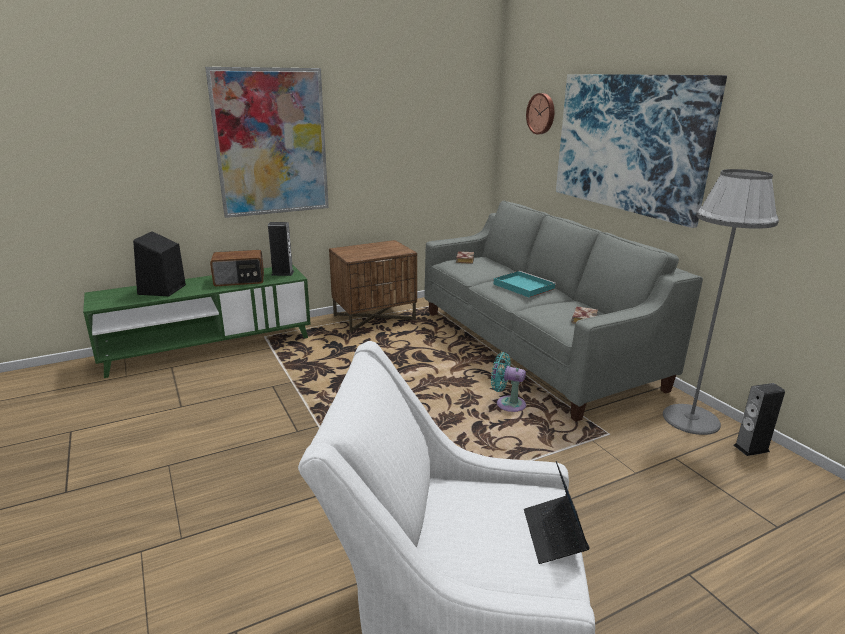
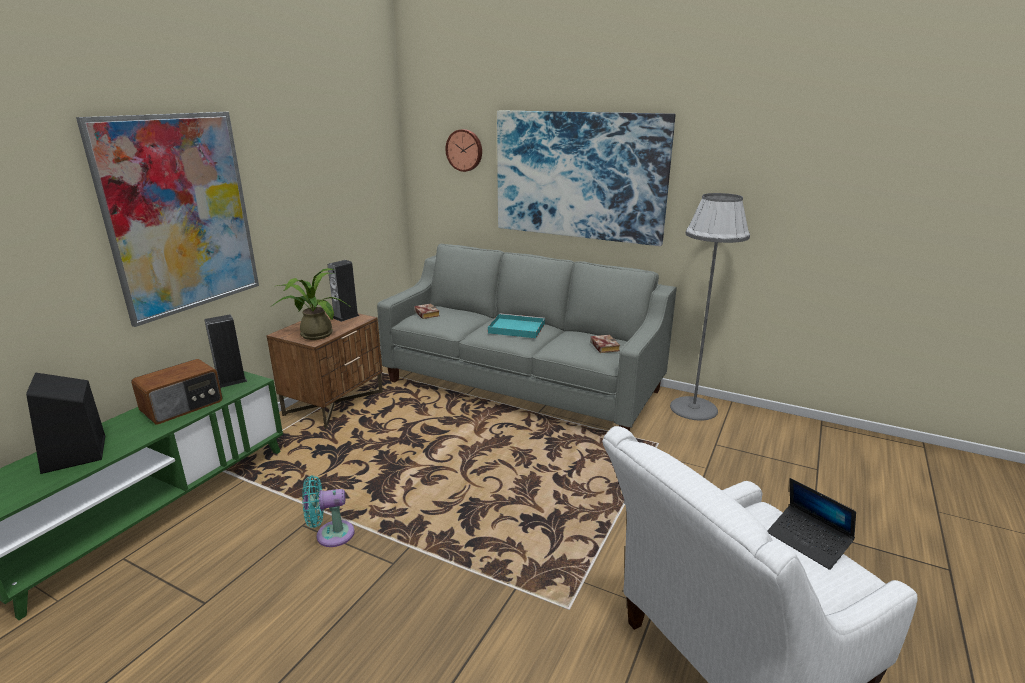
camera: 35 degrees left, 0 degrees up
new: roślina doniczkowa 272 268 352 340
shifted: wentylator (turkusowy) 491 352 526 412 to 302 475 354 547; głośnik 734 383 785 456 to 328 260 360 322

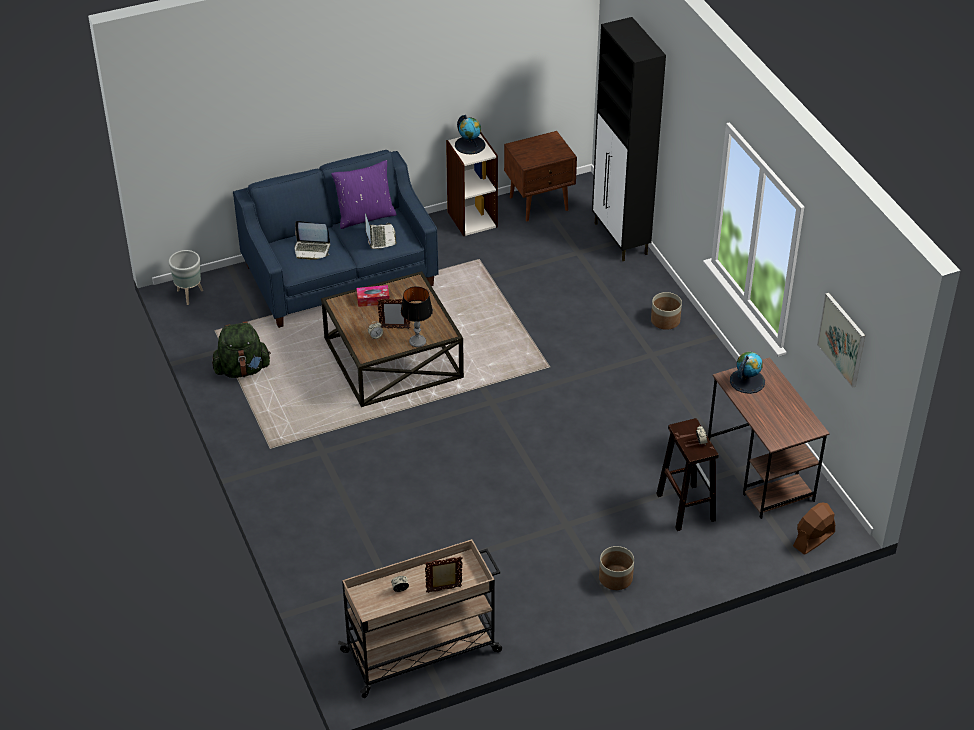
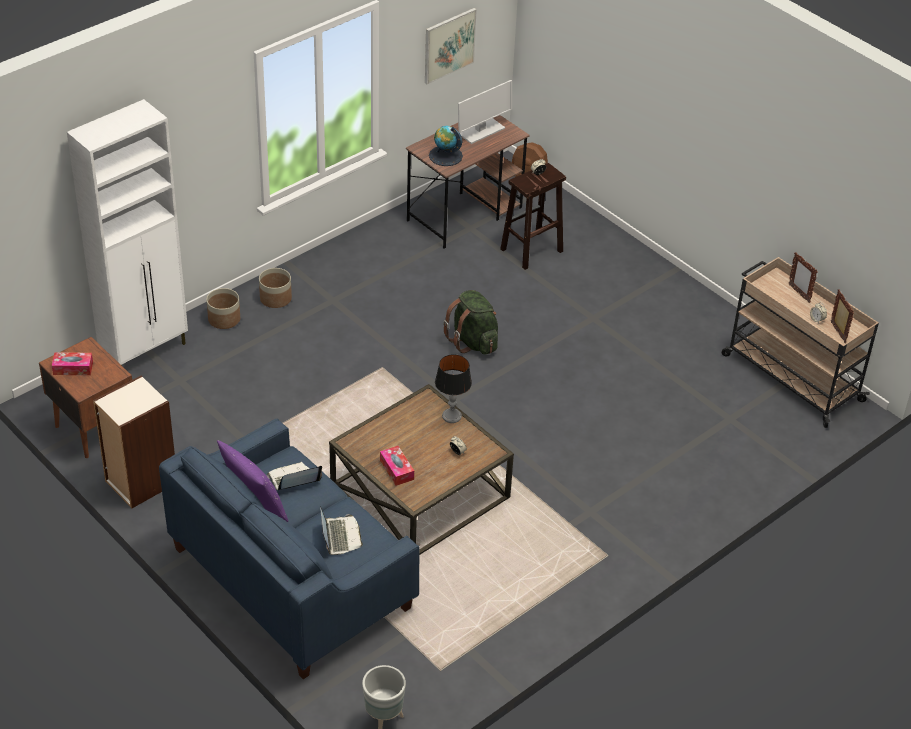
camera: 110 degrees left, 0 degrees up
gone: globus 455 115 485 154
new: pudełko chusteczek 52 352 93 375; monitor 458 80 512 144
shifted: plecak (zielony) 212 321 271 378 to 443 290 498 355; ramka na zdjęcie 377 298 410 329 to 831 289 854 343; donica 599 546 634 590 to 206 288 240 329
repainted: szafka (czarny) 592 17 666 261 to szafka (biały) 67 99 188 365

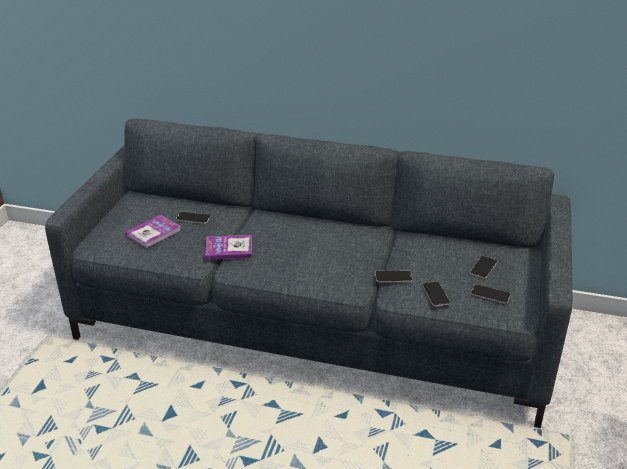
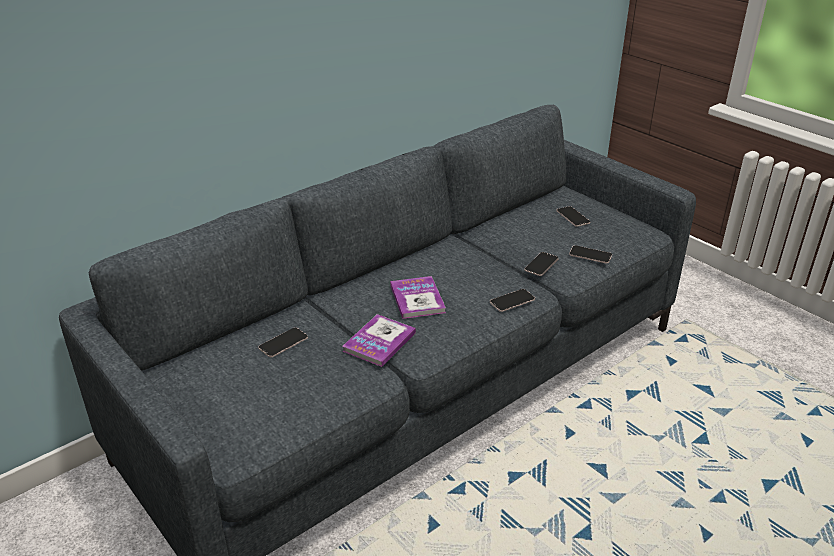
camera: 55 degrees left, 0 degrees up
shifted: książka 125 215 181 248 to 390 276 446 319; telefon 471 284 511 304 to 490 289 535 312

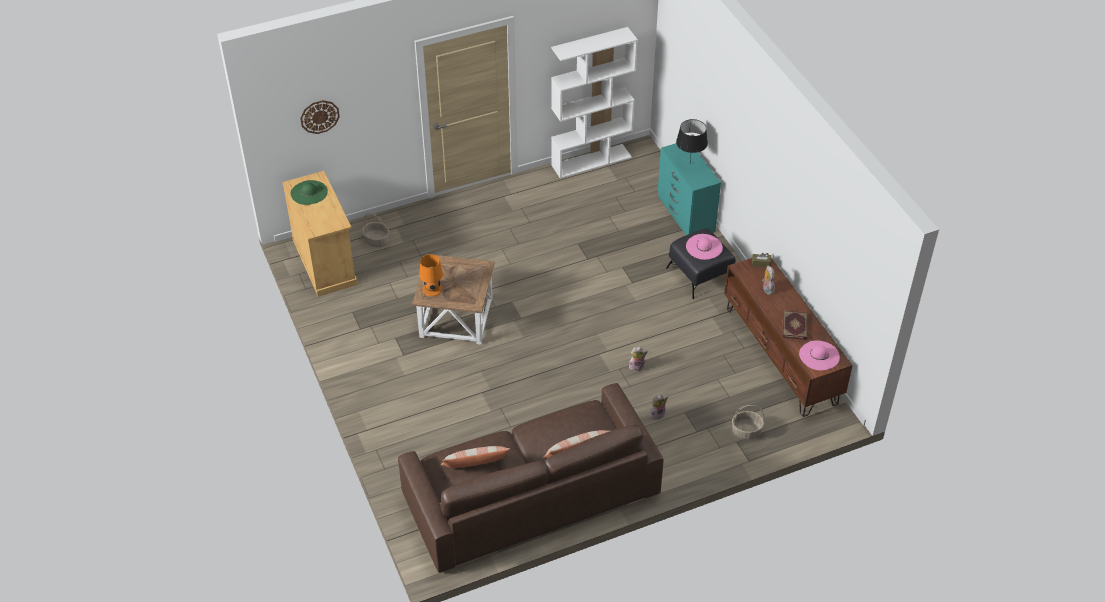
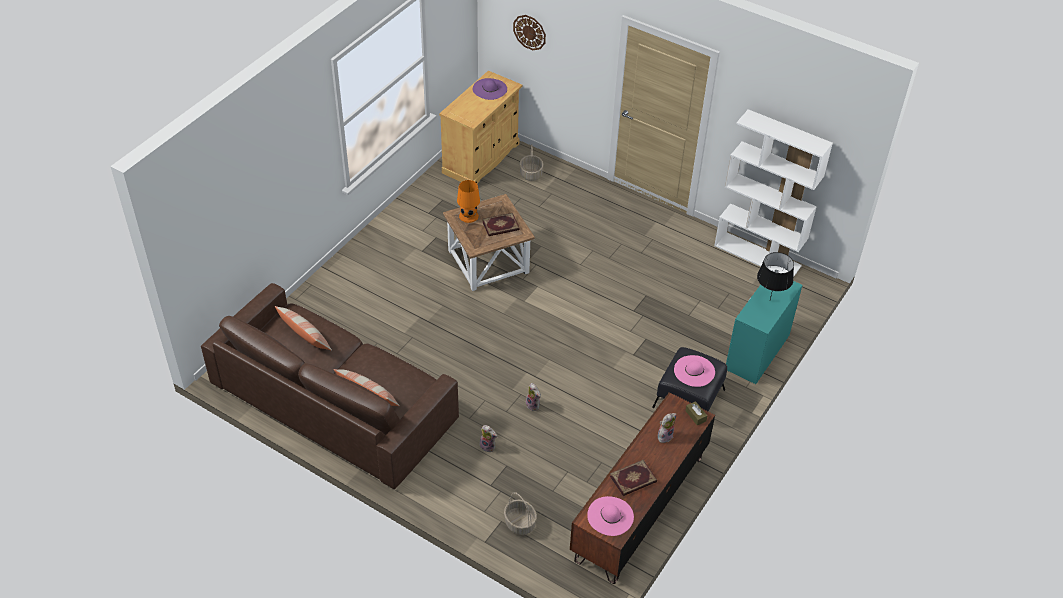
camera: 55 degrees right, 0 degrees up
new: książka 482 213 520 236
repainted: kapelusz (zielony) 291 180 328 205 to kapelusz (fioletowy) 473 78 507 100

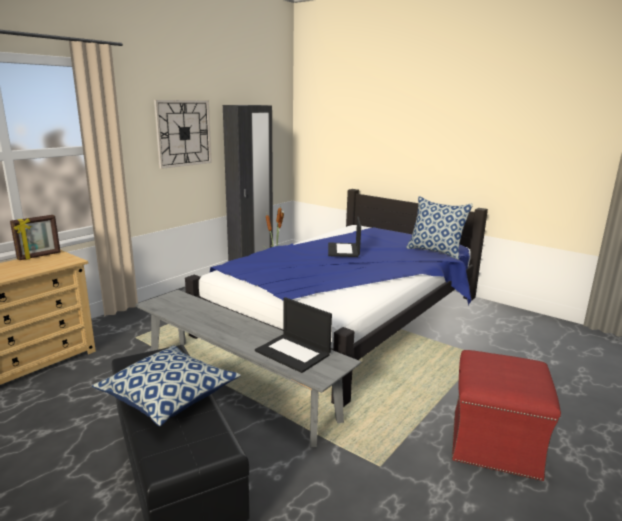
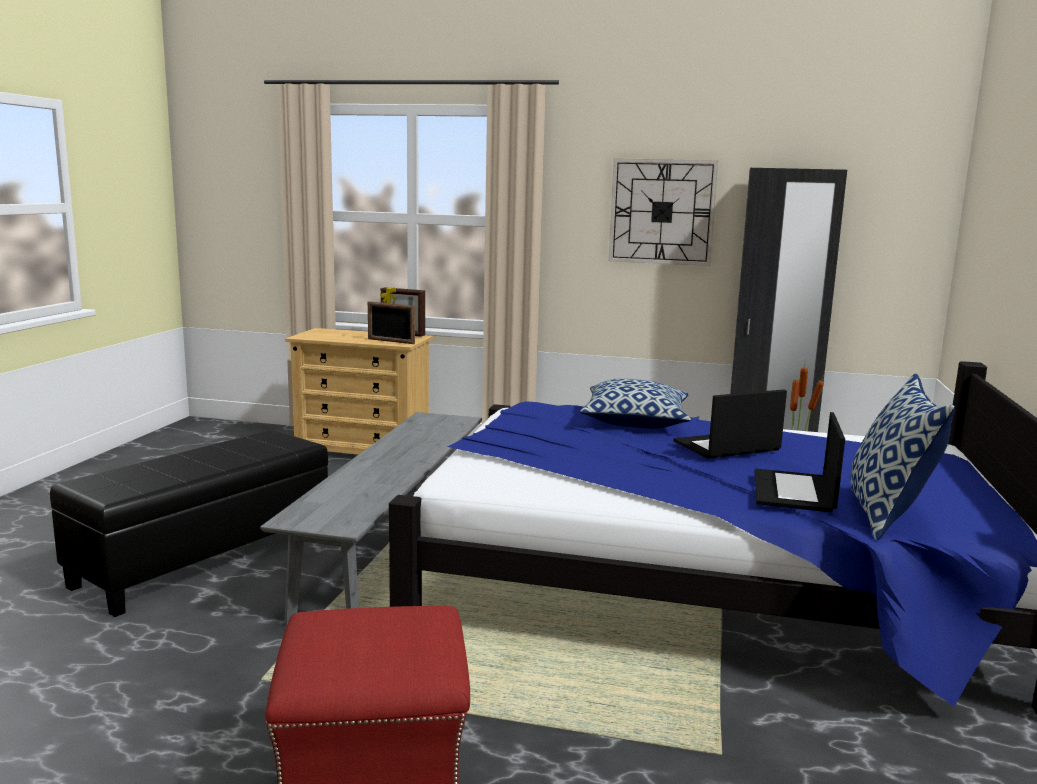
camera: 65 degrees right, 5 degrees down
new: ramka na zdjęcie 368 301 415 344
shifted: poduszka 92 346 241 426 to 580 379 691 429; laptop 255 297 332 373 to 754 412 845 512

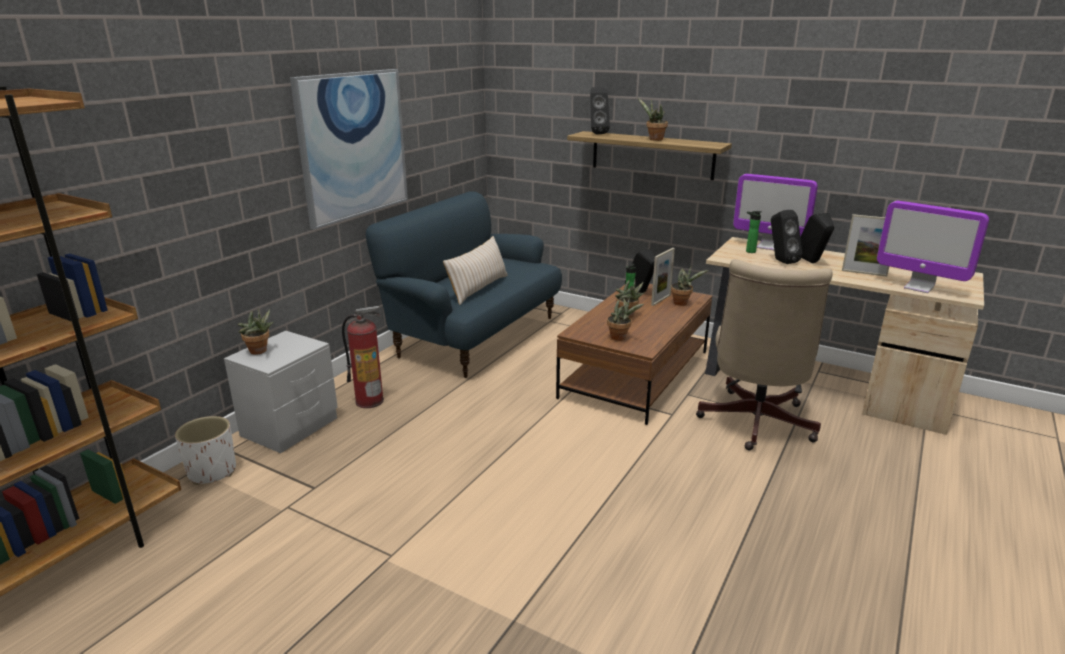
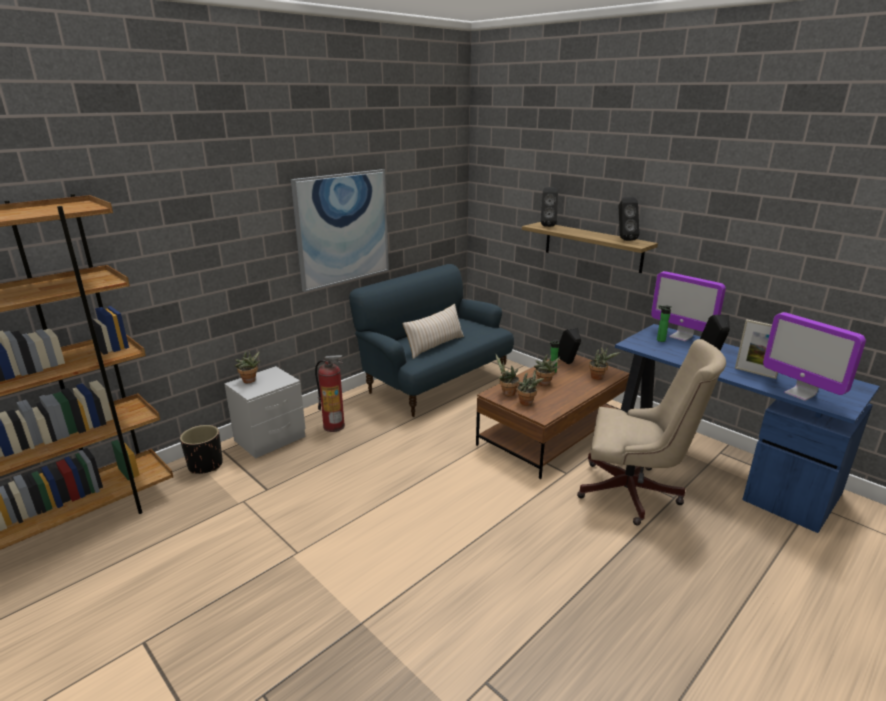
camera: 15 degrees right, 0 degrees up
gone: ramka na zdjęcie 651 248 675 306
shifted: roślina doniczkowa 638 98 668 141 to 495 354 519 396; głośnik (czarny) 771 210 803 264 to 619 197 640 241
repainted: donica (biały) 175 416 236 485 to donica (czarny) 180 425 223 474; biurko (beżowy) 705 237 984 435 to biurko (niebieski) 615 324 880 533
rotated: krzesło biurowe (beżowy) 696 259 833 451 = 577 339 726 526 105 degrees counterclockwise

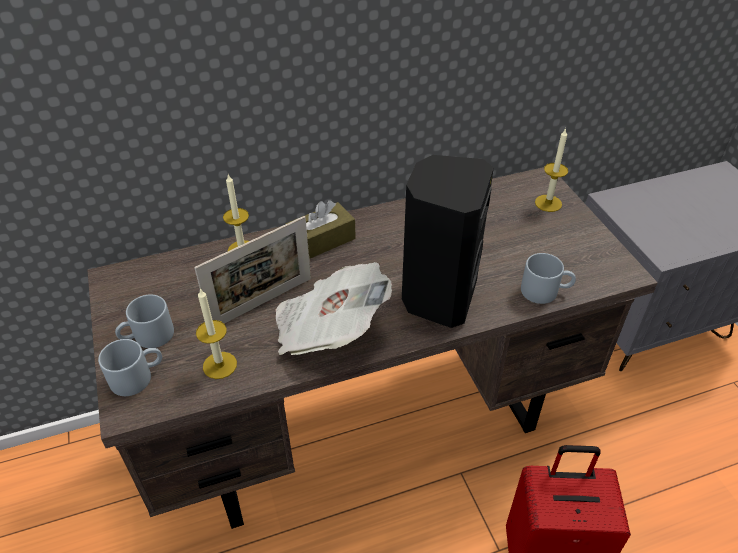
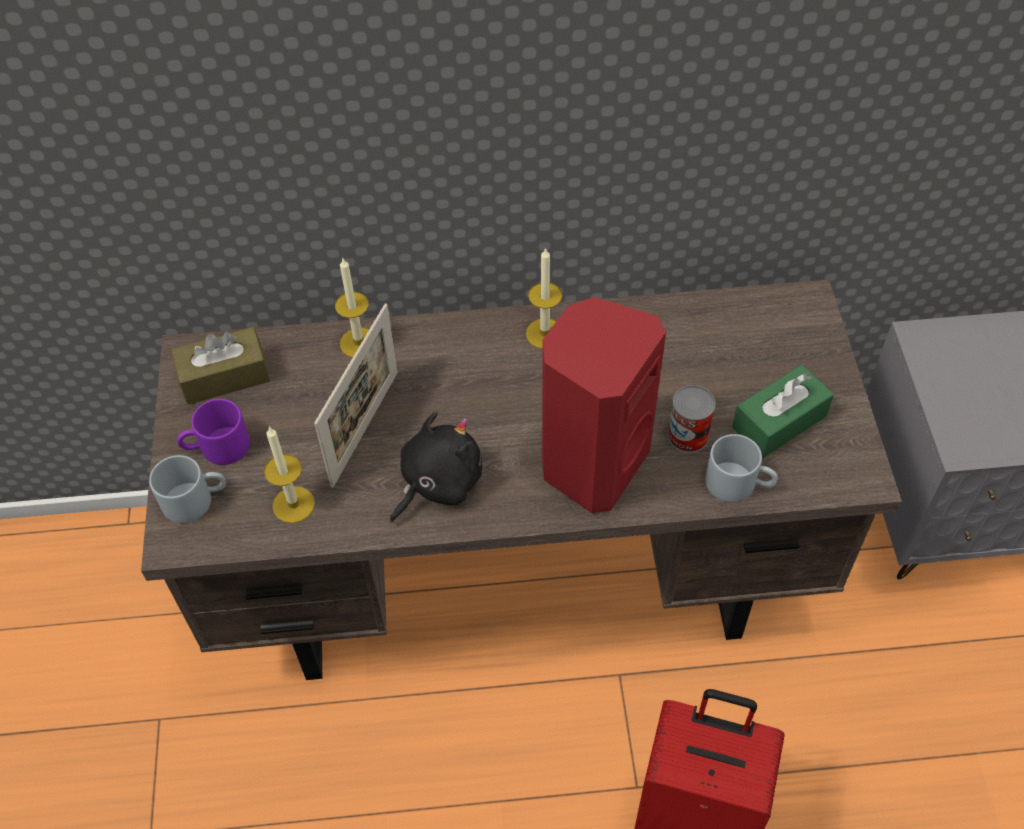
camera: 15 degrees right, 10 degrees up
new: puszka 668 385 716 453; pudełko chusteczek (zielony) 732 365 834 458
shifted: pudełko chusteczek (brązowy) 285 200 356 259 to 171 327 270 405; świeca 535 128 568 212 to 526 247 562 349
swapped: gazeta 276 262 392 355 to pluszak (czarny) 390 412 482 523
repainted: kubek (szary) 115 295 174 348 to kubek (fioletowy) 177 399 250 465; głośnik (czarny) 402 155 494 328 to głośnik (czerwony) 542 297 666 513
rotated: ramka na zdjęcie 194 216 311 324 = 314 303 398 488 45 degrees counterclockwise

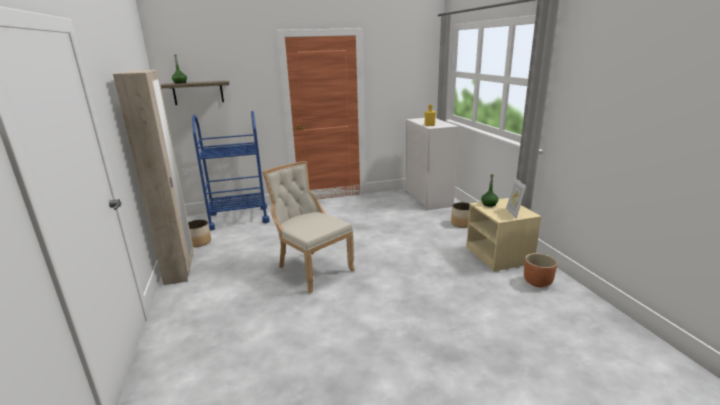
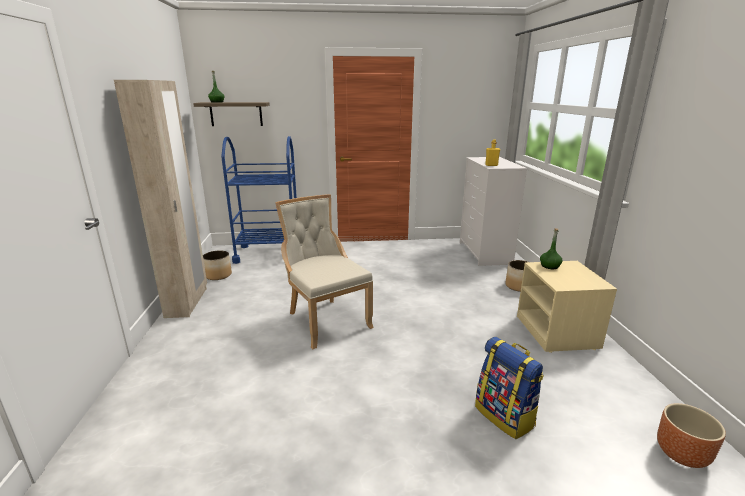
camera: 10 degrees right, 0 degrees up
gone: ramka na zdjęcie 506 178 526 219
new: plecak 475 337 544 439
shifted: donica (brązowy) 524 253 557 287 to 657 403 726 468

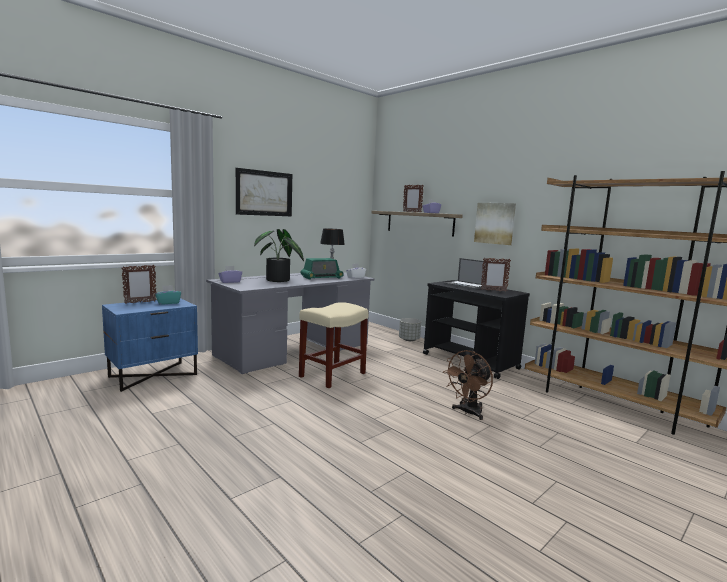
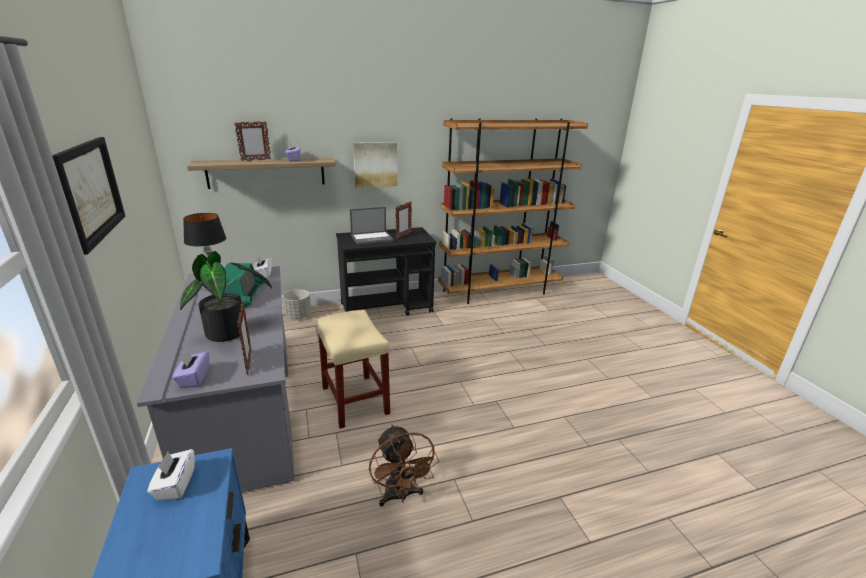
camera: 65 degrees left, 15 degrees up
shifted: ramka na zdjęcie 121 265 157 304 to 237 301 252 375; wentylator (brązowy) 443 350 493 420 to 369 424 439 506
repainted: pudełko chusteczek (turkusowy) 155 285 181 305 to pudełko chusteczek (biały) 147 449 195 500

